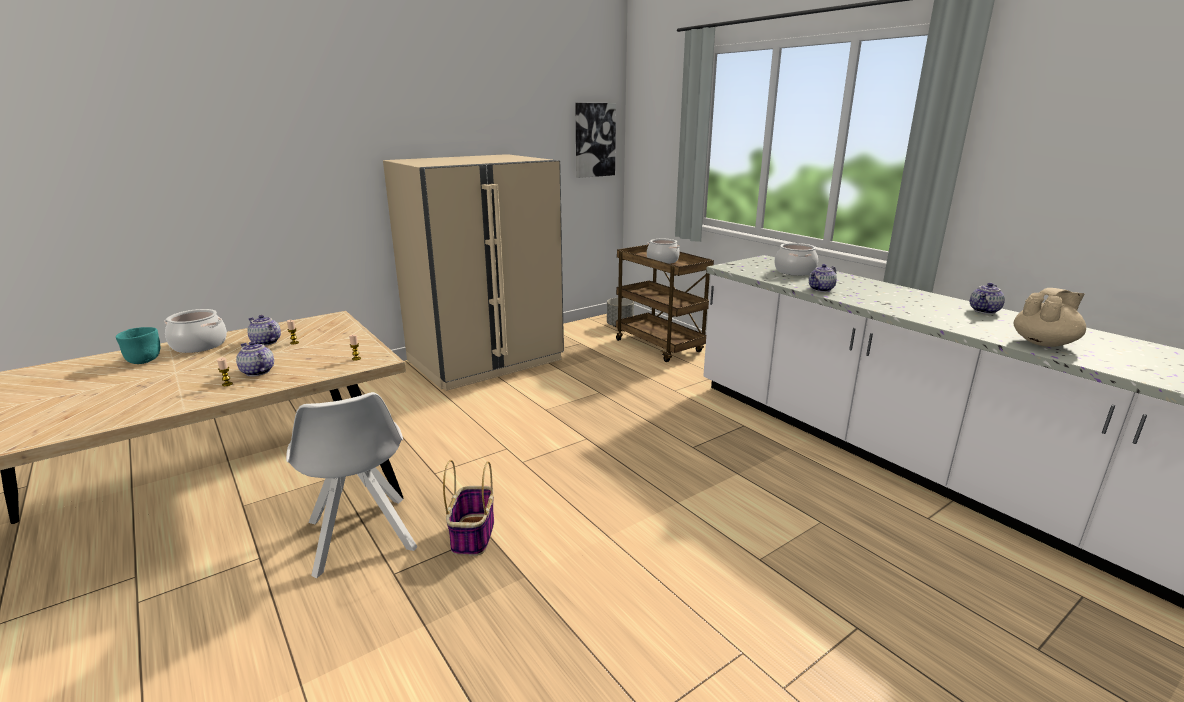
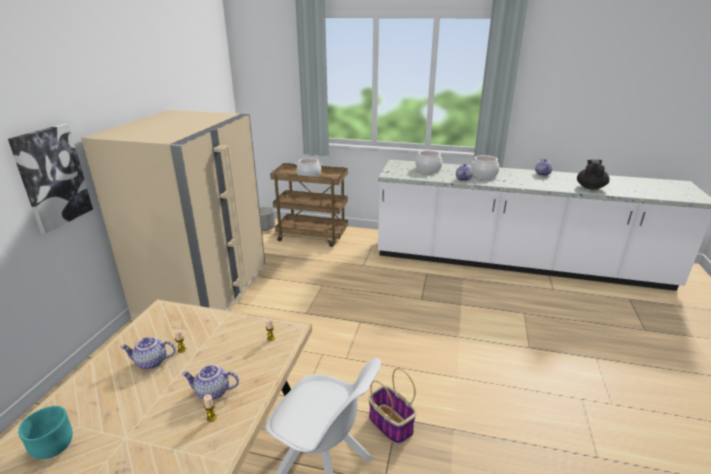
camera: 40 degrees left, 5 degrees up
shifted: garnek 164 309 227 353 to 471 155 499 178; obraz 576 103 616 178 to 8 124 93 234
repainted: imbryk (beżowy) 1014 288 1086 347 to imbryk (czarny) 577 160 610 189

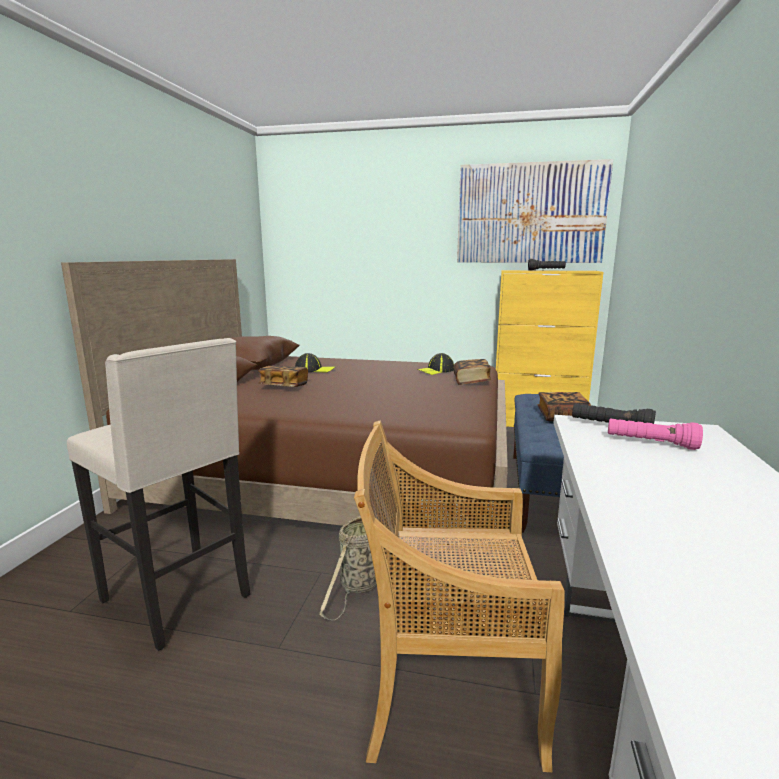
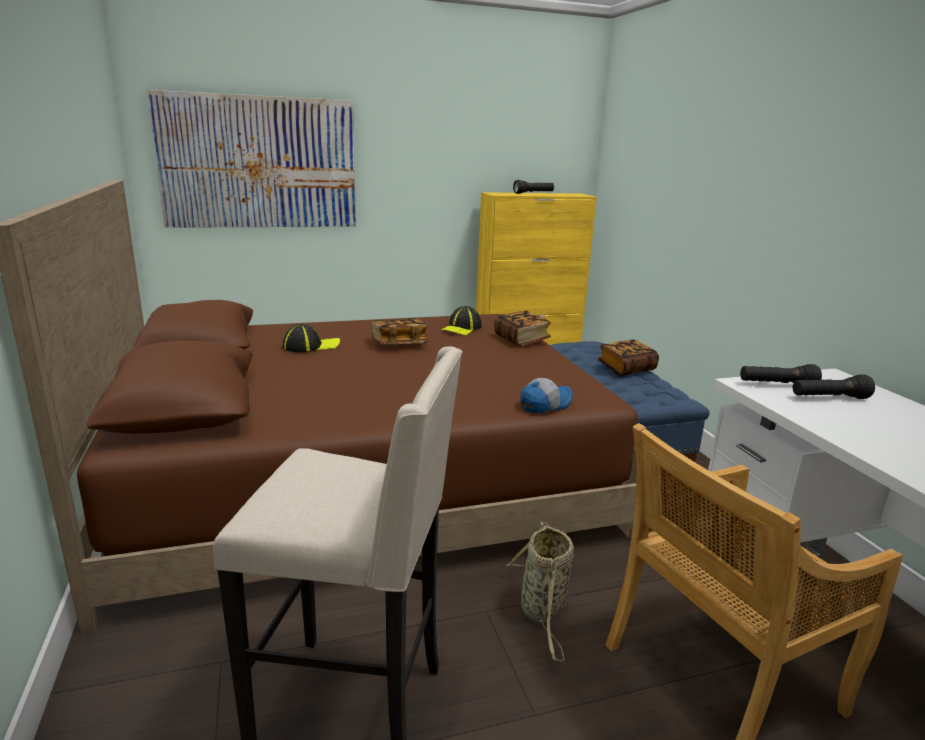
camera: 30 degrees left, 5 degrees up
new: czapka z daszkiem 520 378 573 413
shifted: książka 258 366 308 387 to 371 318 428 344; obraz 457 159 613 263 to 147 90 356 228
repainted: latarka (różowy) 608 418 703 450 to latarka (czarny) 793 375 875 399

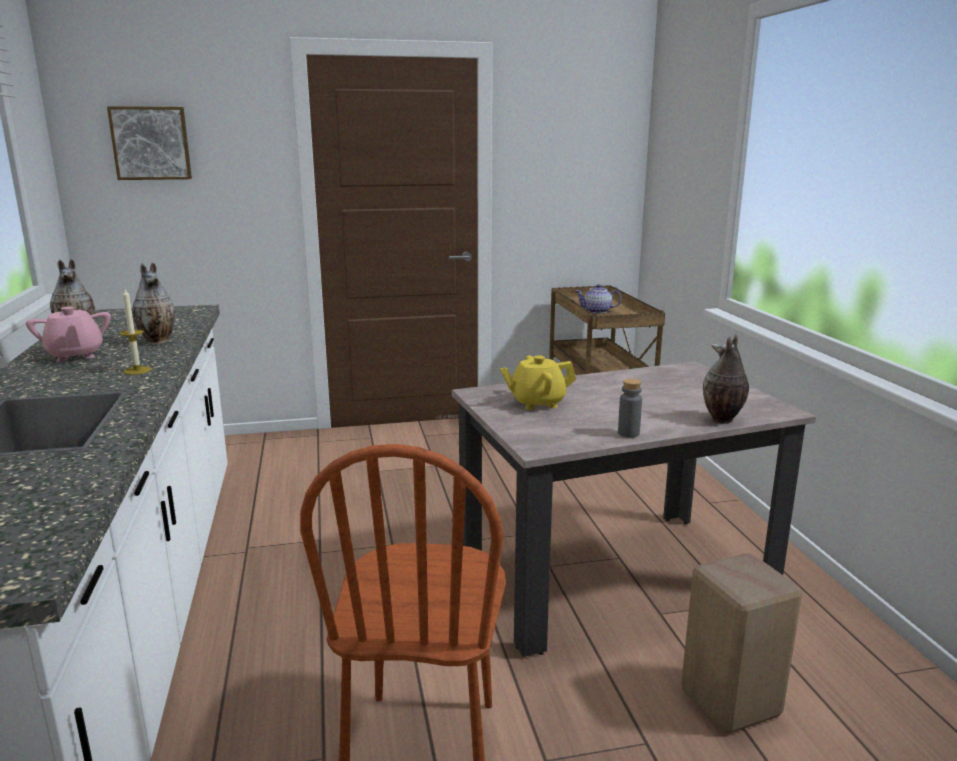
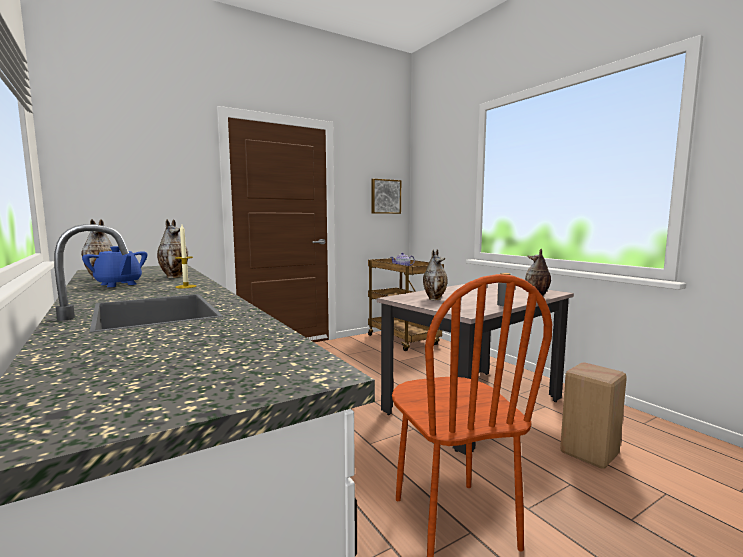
camera: 20 degrees left, 10 degrees down
shifted: obraz 107 106 192 180 to 371 179 401 214
swapped: imbryk (żółty) 500 355 576 410 to wazon 423 249 448 300
repainted: imbryk (różowy) 26 306 111 362 to imbryk (niebieski) 82 246 147 287

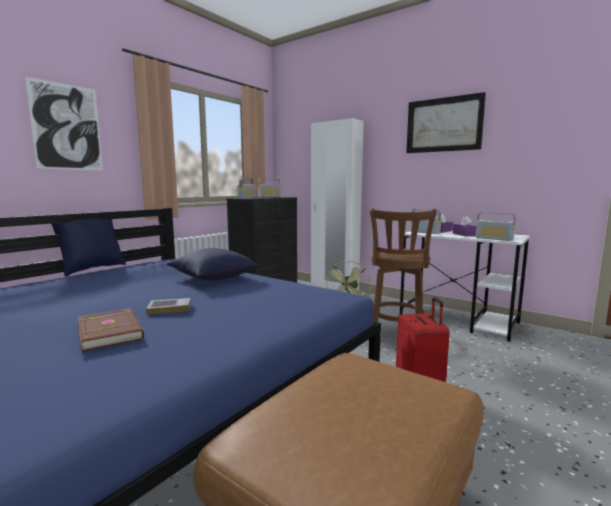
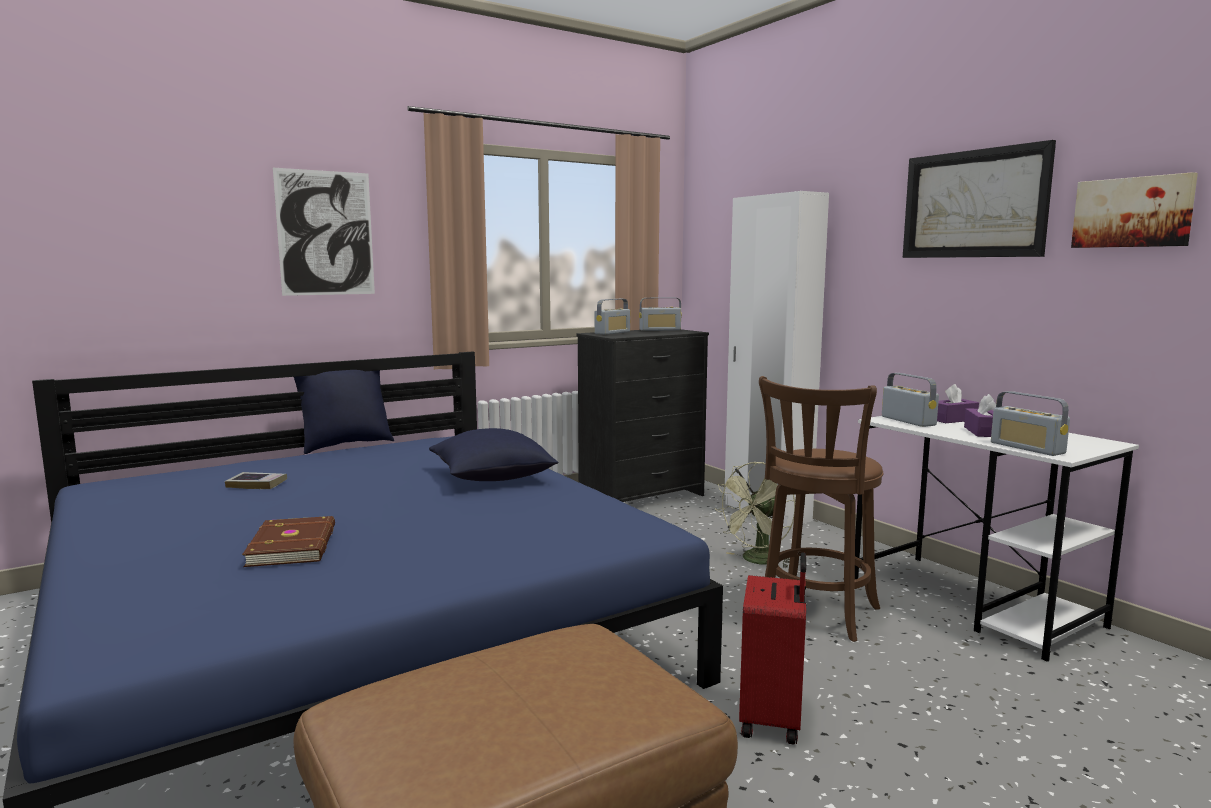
camera: 20 degrees right, 0 degrees up
new: obraz 1071 172 1198 248
shifted: książka 146 298 191 314 to 225 472 287 489

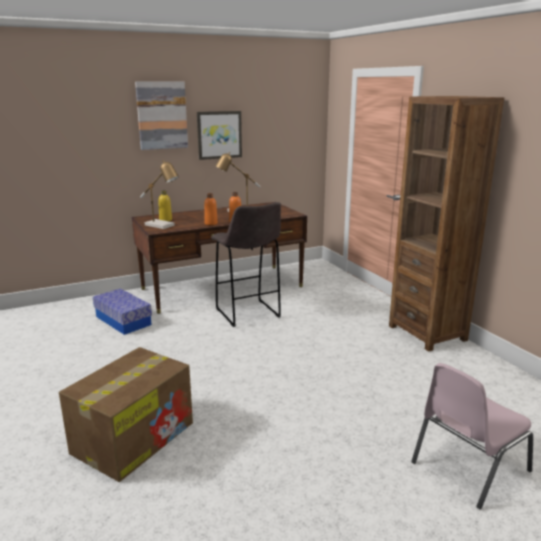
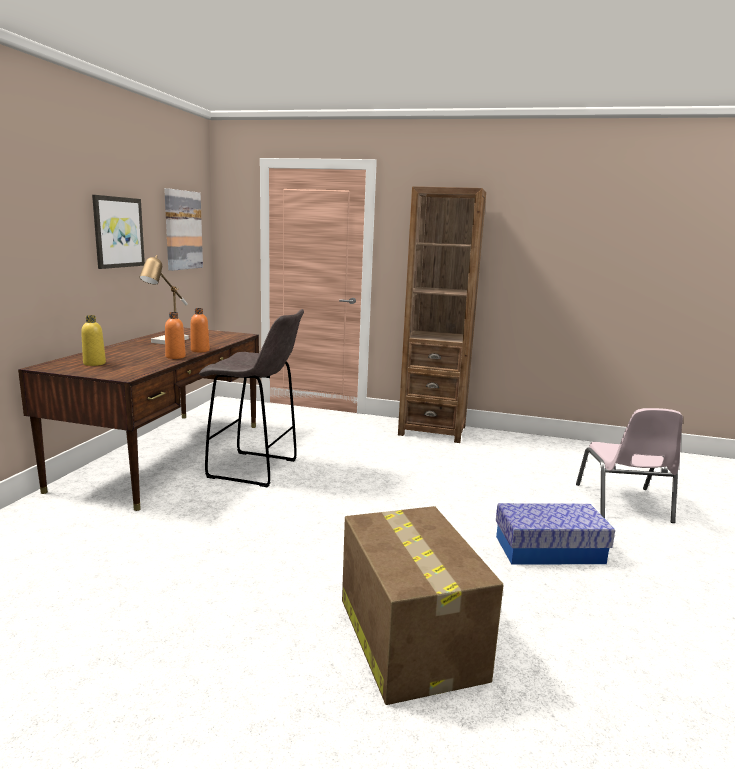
camera: 50 degrees left, 5 degrees down
gone: lampa stołowa 140 160 179 229
shifted: pojemnik do przechowywania 93 288 152 335 to 496 503 615 565; obraz 135 82 188 150 to 164 188 203 271

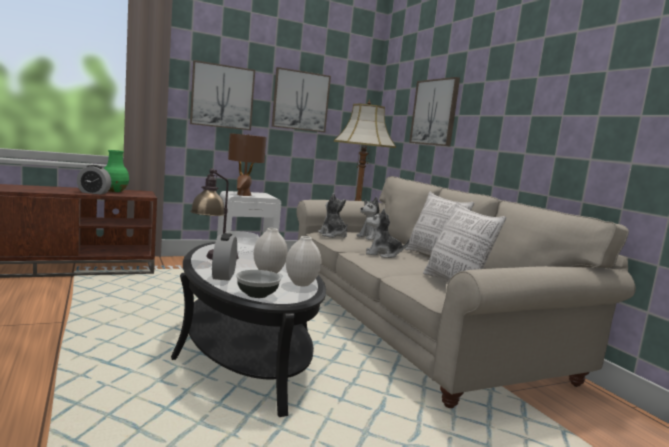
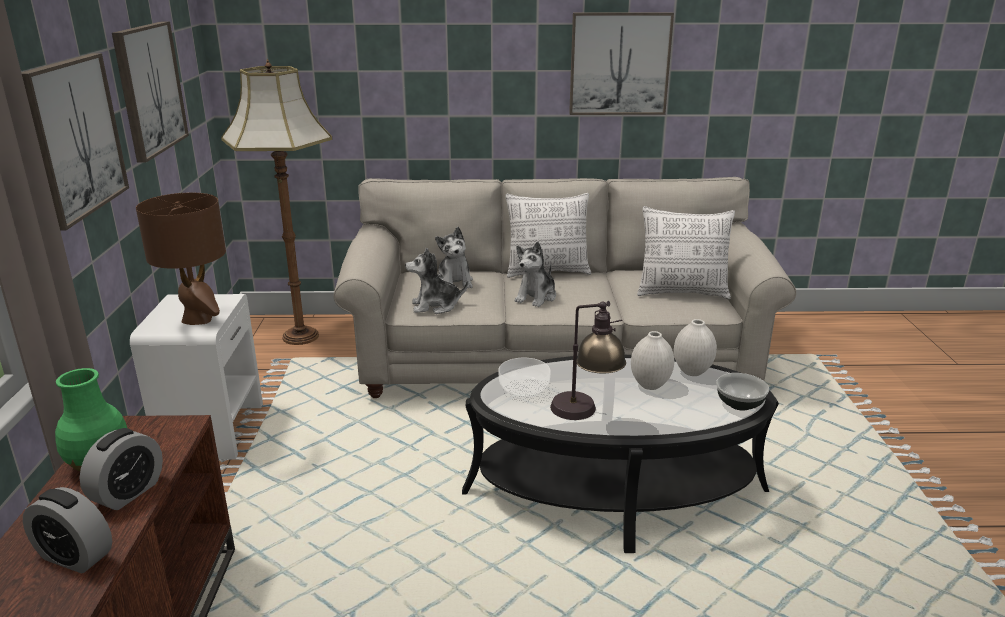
camera: 65 degrees left, 15 degrees up
shifted: budzik 212 233 237 281 to 23 487 112 573; obraz 409 77 460 146 to 569 12 674 115

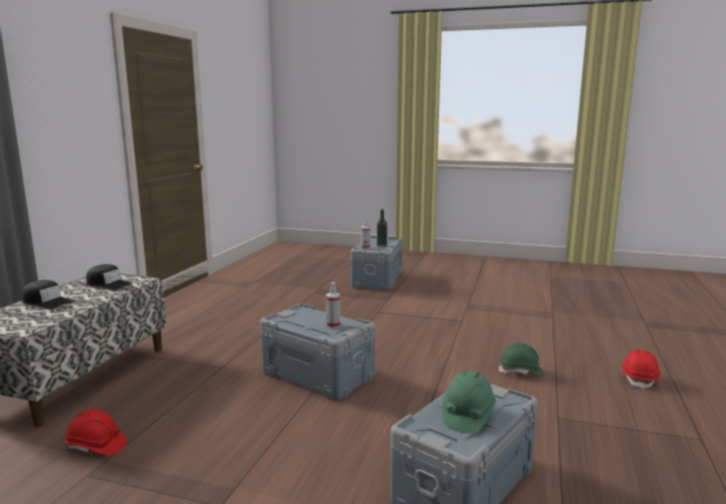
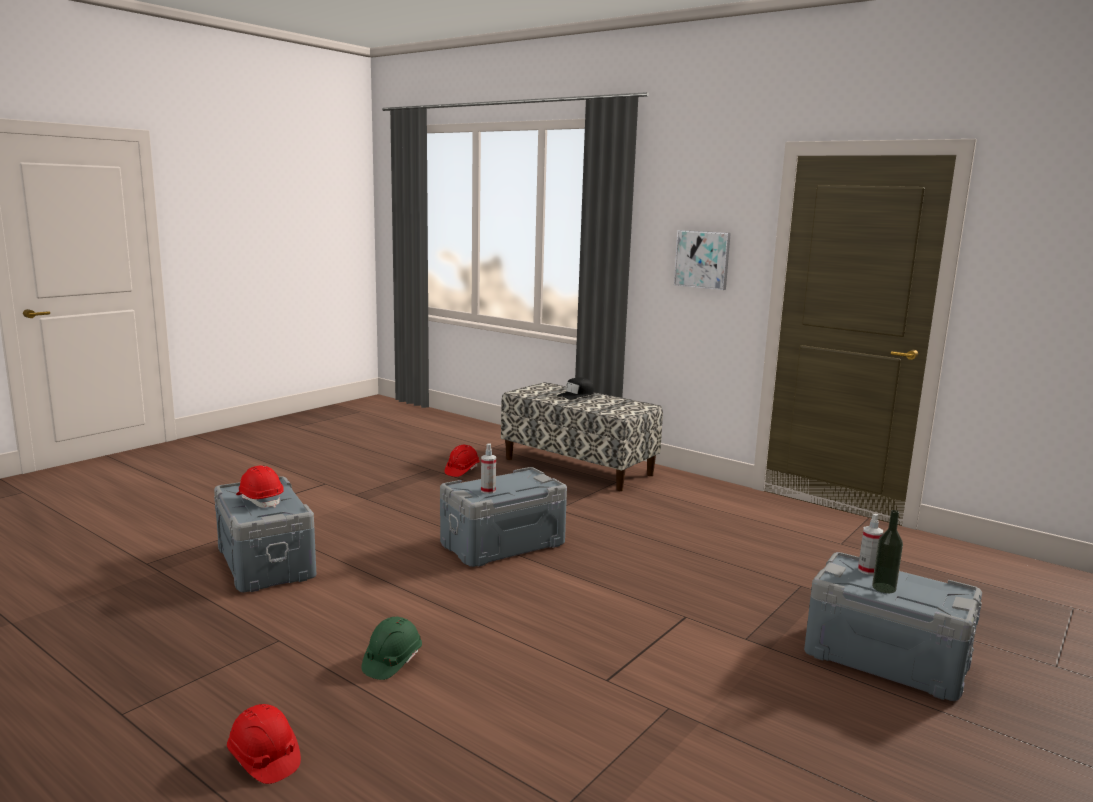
camera: 110 degrees right, 0 degrees up
gone: czapka z daszkiem (czarny) 86 264 132 290
new: obraz 674 230 731 290
repainted: kask (zielony) 442 371 496 433 to kask (czerwony) 236 465 284 508

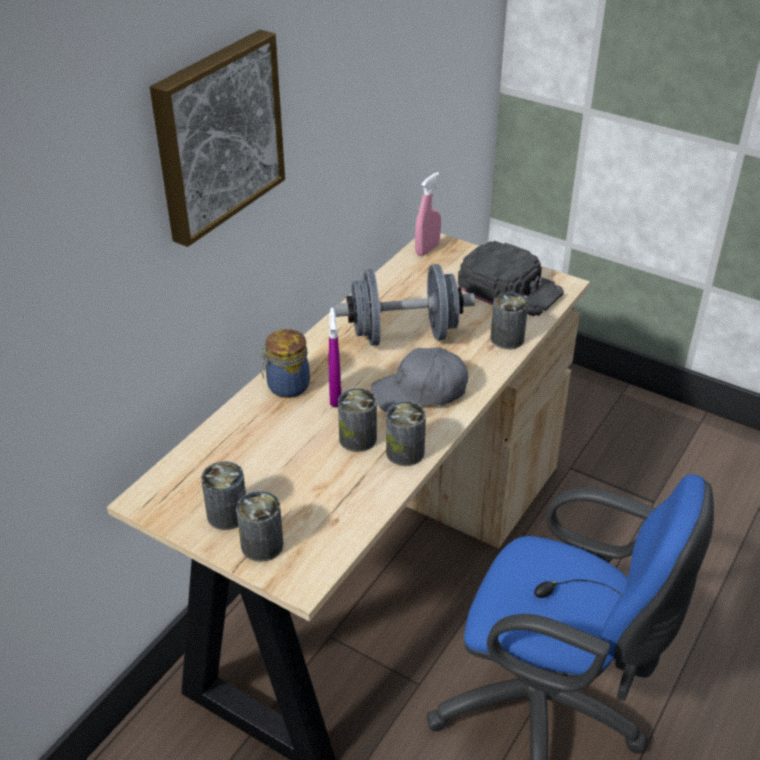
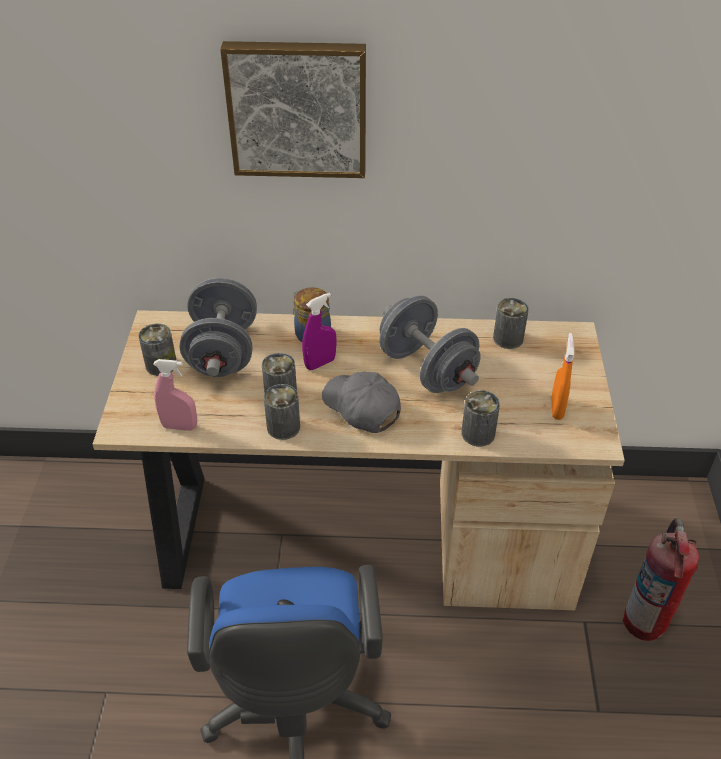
camera: 60 degrees right, 5 degrees up
new: hantel (szary) 179 278 257 377; gaśnica 622 518 699 641
shifted: puszka 236 491 283 562 to 493 298 529 349; spryskiwacz (różowy) 415 172 441 256 to 153 359 197 431
swapped: czapka z daszkiem (czarny) 458 241 564 316 to spryskiwacz (pomarańczowy) 551 333 574 420

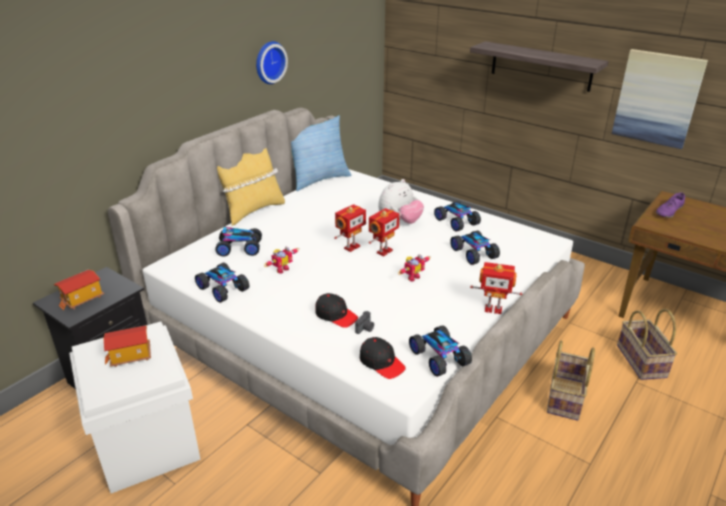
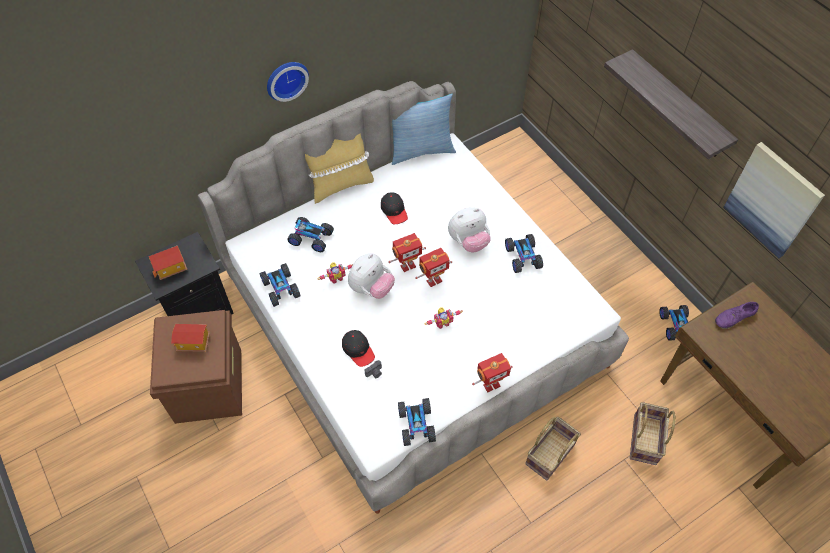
camera: 20 degrees right, 25 degrees up
new: pluszak 348 253 395 299
shifted: zegar ścienny 256 41 288 84 to 267 62 309 102; czapka z daszkiem (czarny) 360 337 406 379 to 381 192 408 224; samochodzik 450 231 500 265 to 659 305 689 341
repainted: pojemnik do przechowywania (biały) 69 321 201 493 to pojemnik do przechowywania (brązowy) 150 310 242 424
rotated: robot zabawkowy 470 262 522 314 = 472 353 513 392 60 degrees counterclockwise

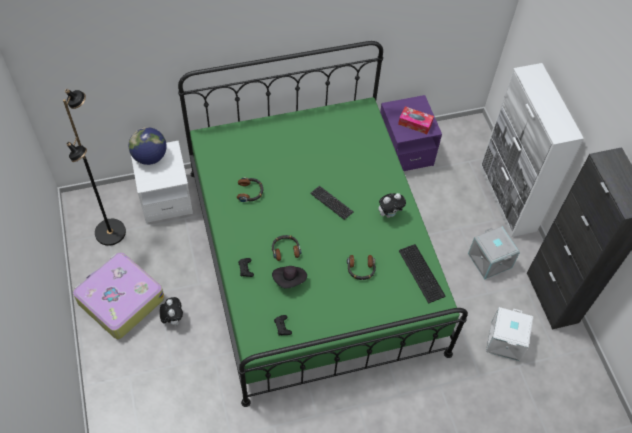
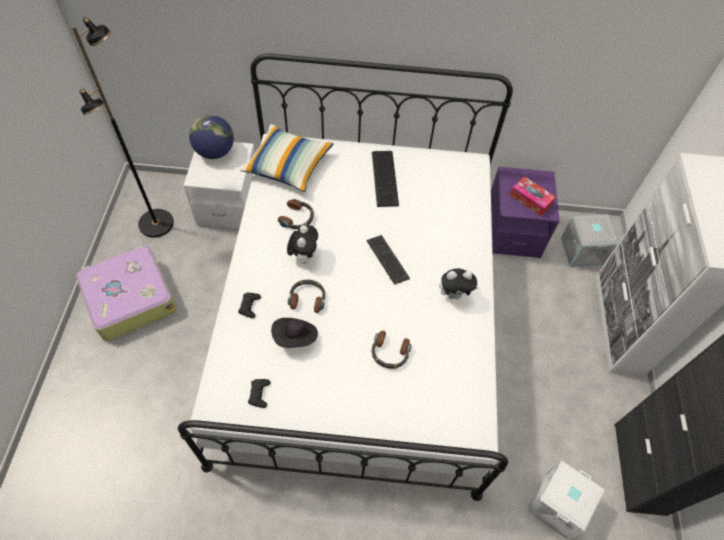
camera: 20 degrees right, 0 degrees up
new: poduszka 240 124 334 192
shifted: pluszak 160 297 183 326 to 287 225 318 264; klawiatura 399 244 446 304 to 372 151 399 207; pojemnik do przechowywania (szary) 468 226 520 279 to 561 212 619 267
repainted: łóżko (zielony) 178 41 468 407 to łóżko (biały) 178 54 513 501

